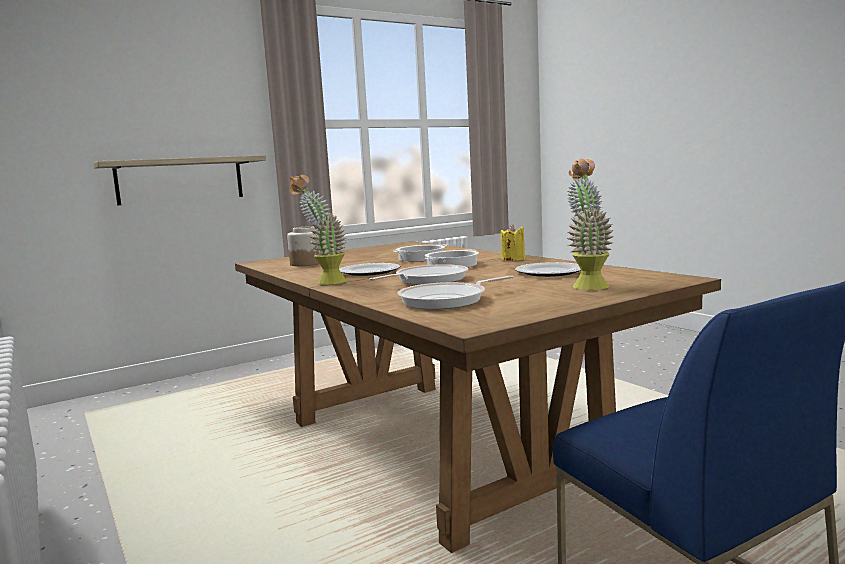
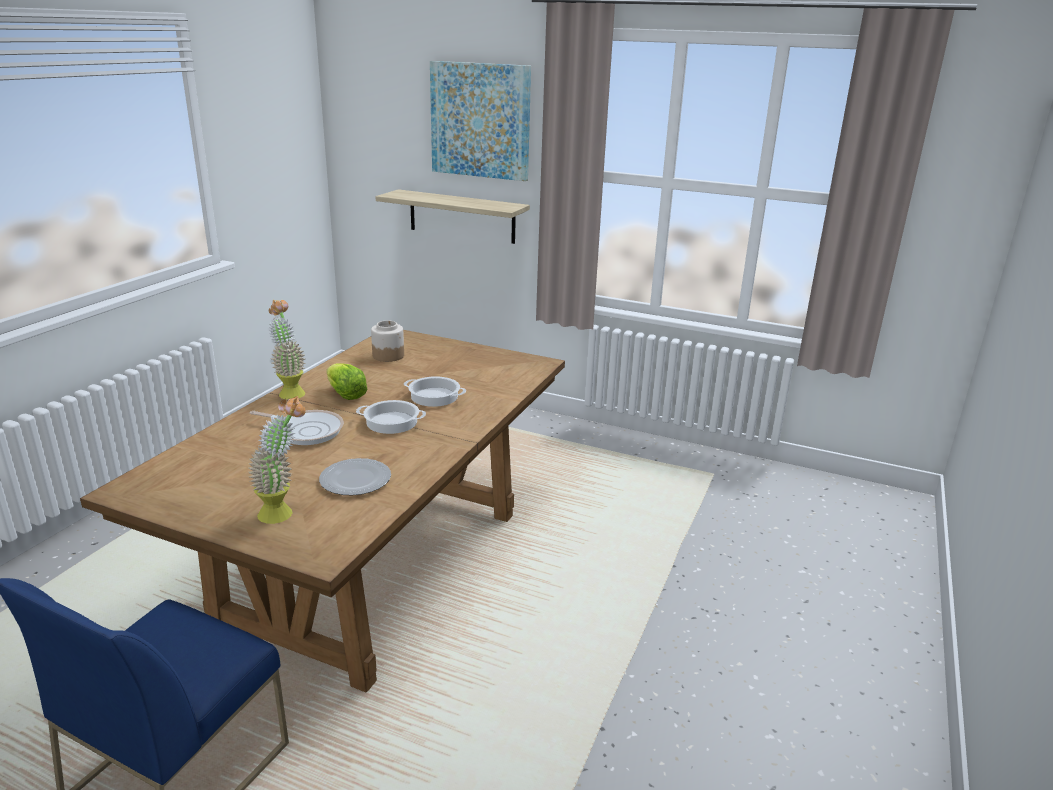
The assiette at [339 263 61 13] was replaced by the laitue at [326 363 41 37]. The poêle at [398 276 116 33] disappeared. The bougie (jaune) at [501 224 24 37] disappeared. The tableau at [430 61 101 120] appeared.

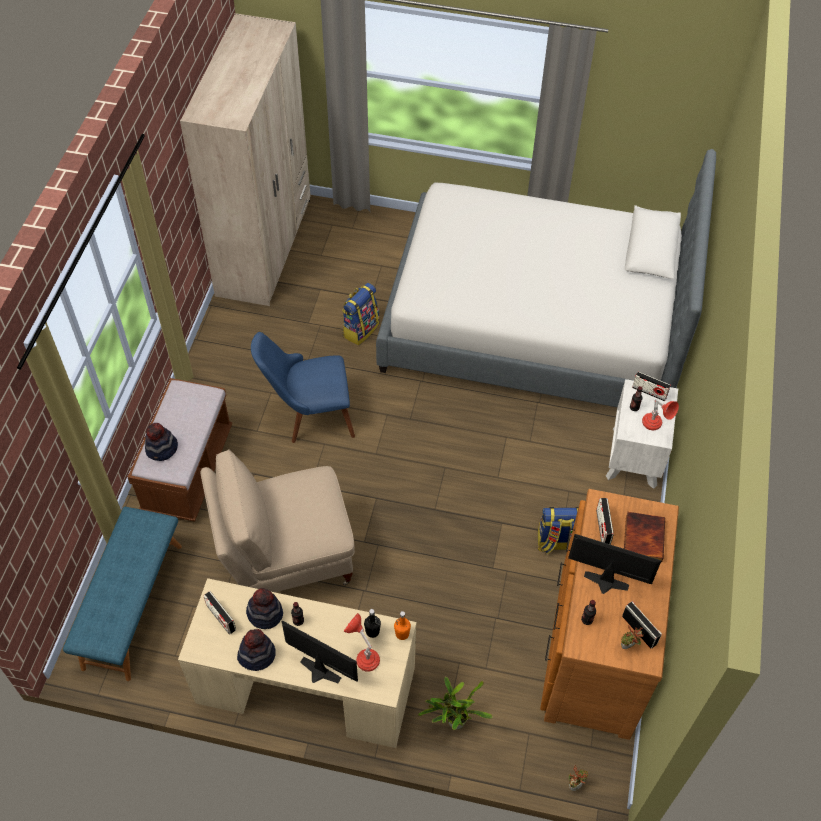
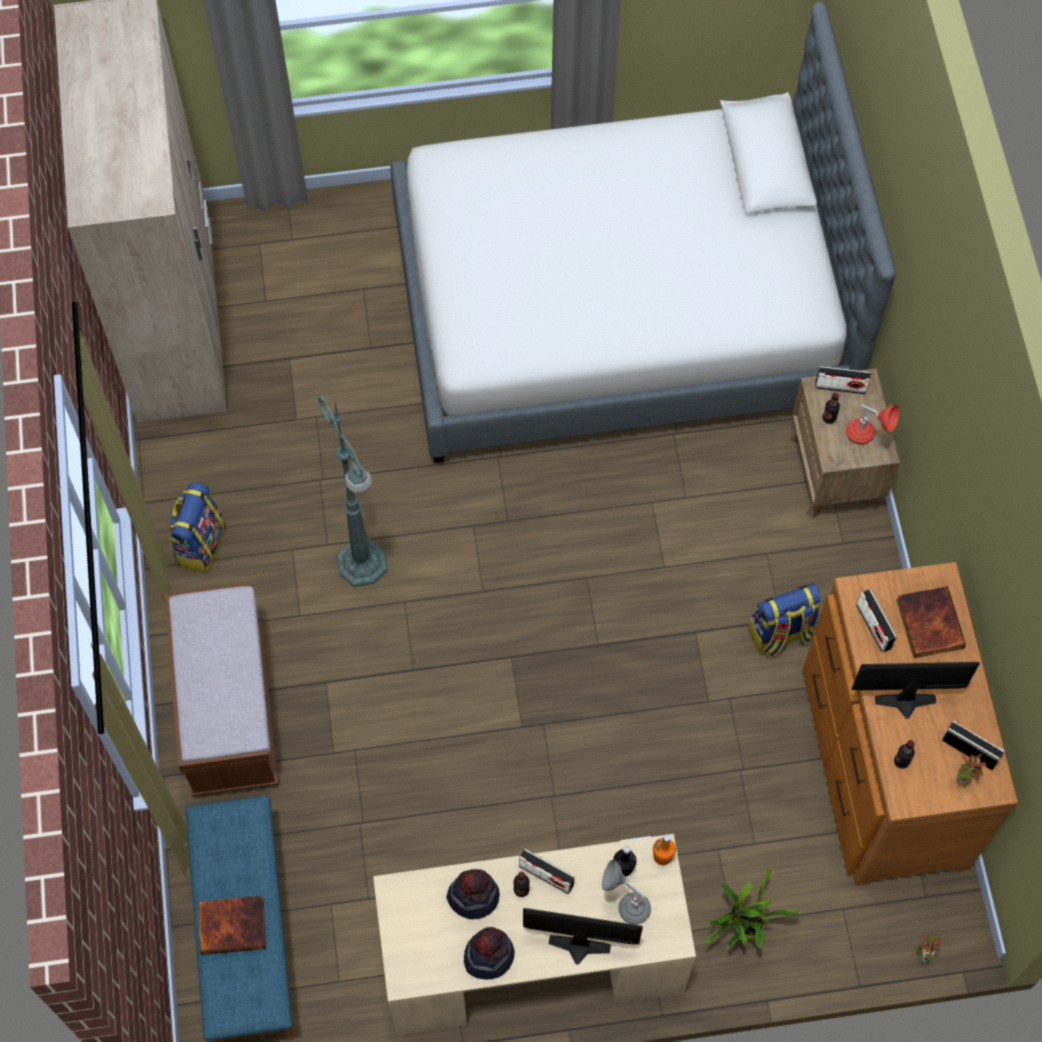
The chapeau at [145 423 33 38] disappeared. The chaise (beige) at [200 449 154 143] disappeared. The radio moved from [203 591 33 44] to [519 849 56 45]. The chaise (bleu) at [251 332 104 111] was replaced by the lampadaire (vert) at [318 396 70 191]. The sac à dos moved from [342 283 37 62] to [170 482 55 91]. The lampe de table (rouge) at [344 613 36 59] became the lampe de table (gris) at [602 860 49 64]. The table de chevet (blanc) at [606 379 72 110] became the table de chevet (marron) at [790 368 110 151]. The livre at [198 896 68 59] appeared.

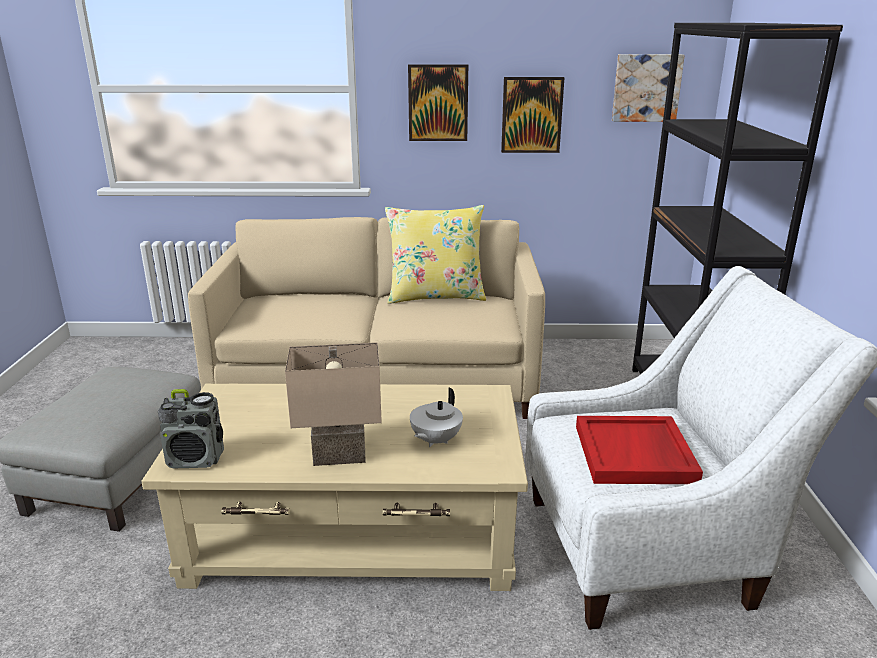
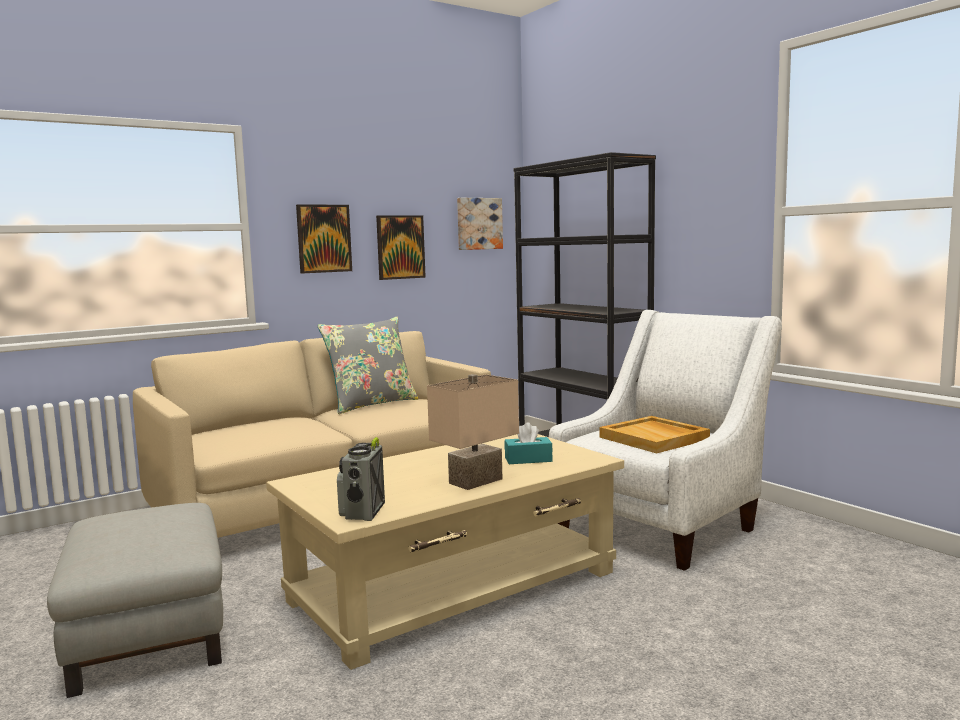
The radio at [158 389 66 79] turned 135 degrees clockwise. The coussin (jaune) at [385 205 101 99] became the coussin (gris) at [317 317 101 97]. The théière (blanc) at [410 387 53 60] was replaced by the boîte à mouchoirs (turquoise) at [505 422 48 42]. The plateau (rouge) at [576 416 127 68] became the plateau (beige) at [599 416 111 37].

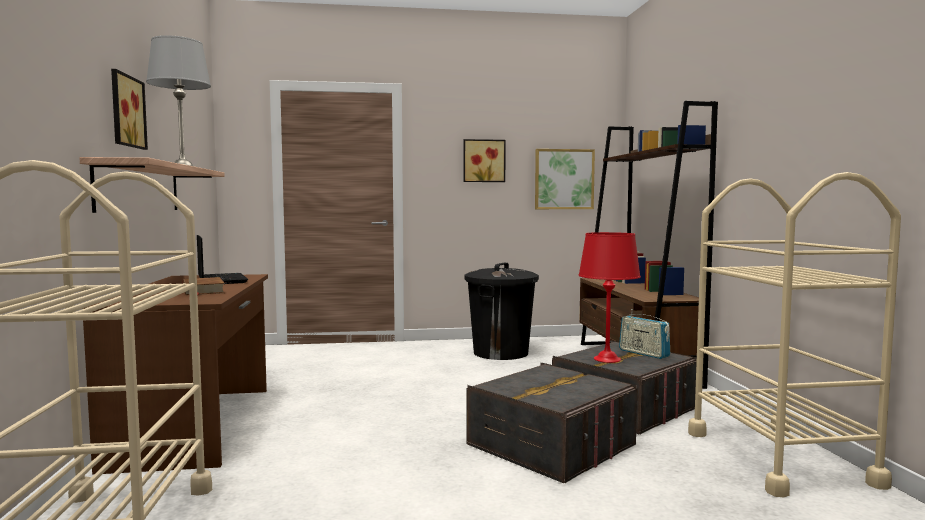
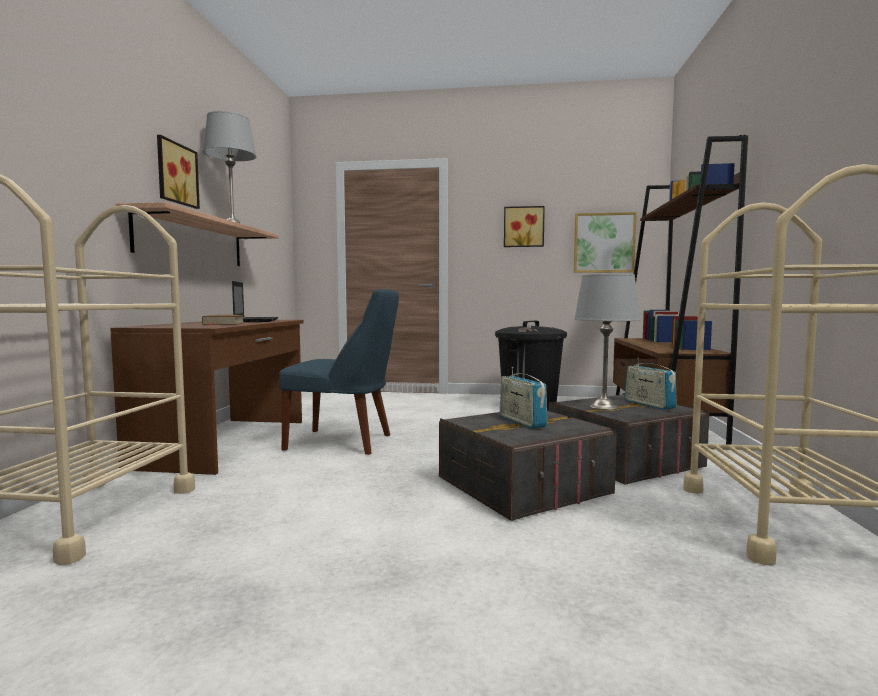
The lampe de table (rouge) at [578 232 63 131] became the lampe de table (gris) at [574 274 67 136]. The chaise (bleu) at [279 289 120 166] appeared. The radio at [500 367 47 62] appeared.

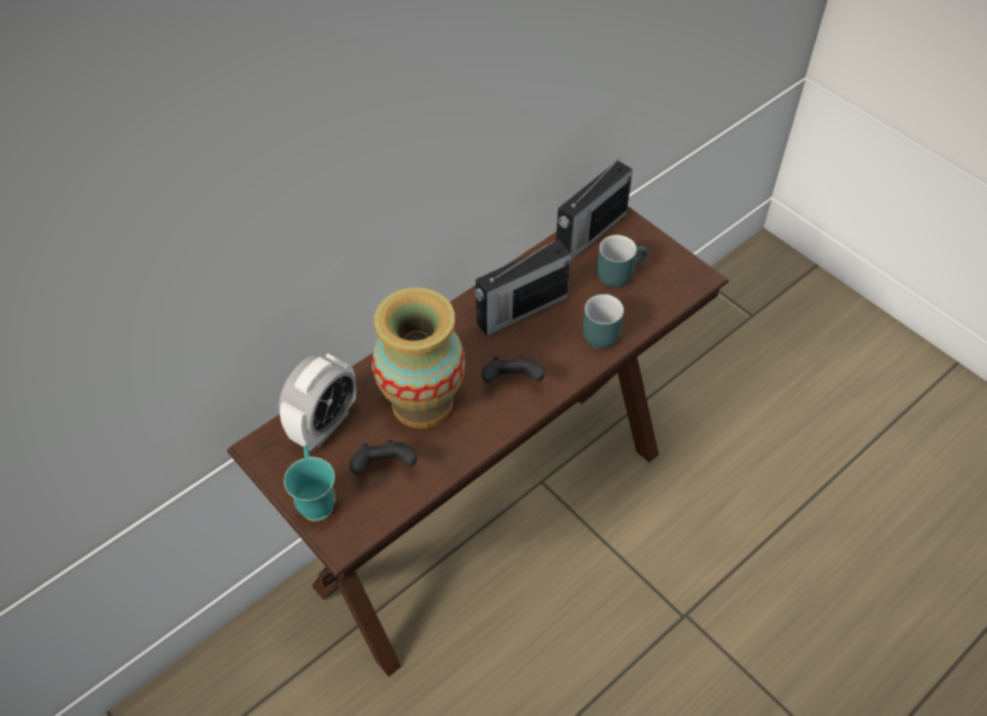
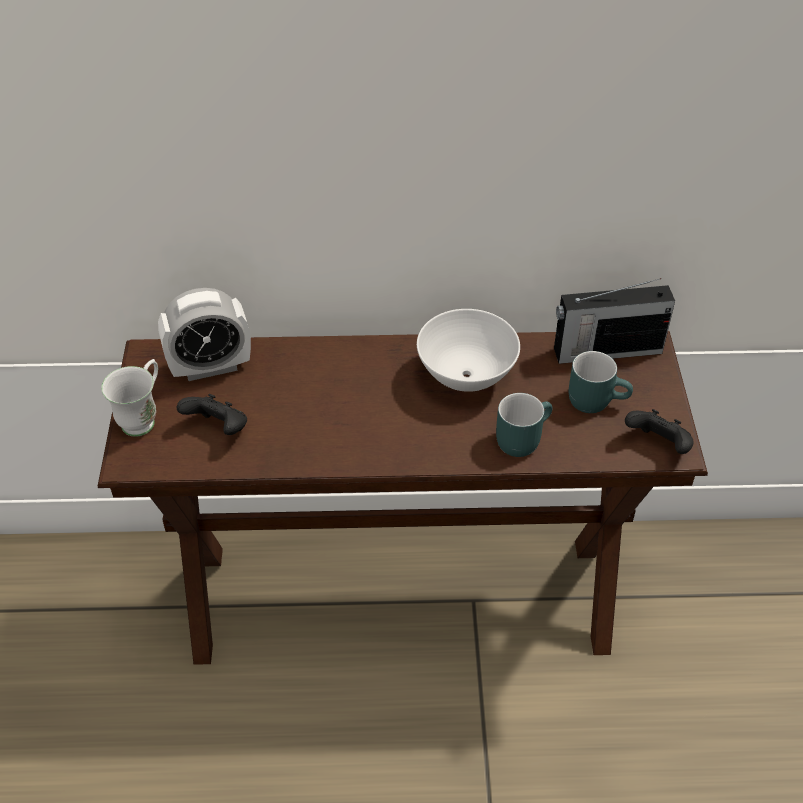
The mug (turquoise) at [284 445 52 77] became the mug (blanc) at [101 359 57 78]. The vase at [372 287 93 142] disappeared. The radio at [474 239 97 97] was replaced by the bol (blanc) at [417 309 103 83]. The manette (noir) moved from [481 356 64 27] to [625 409 69 45].

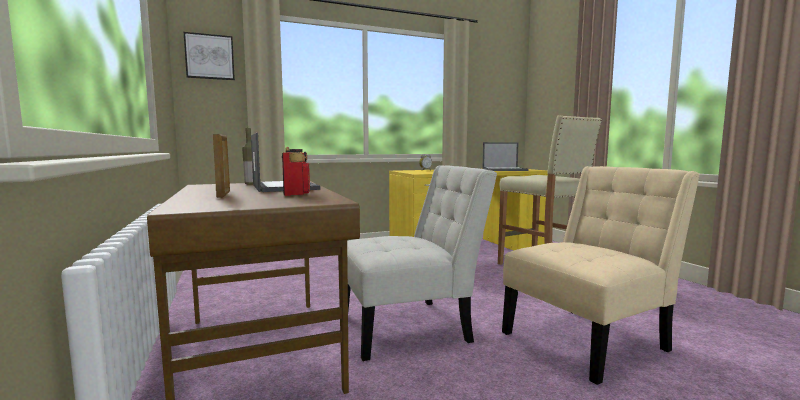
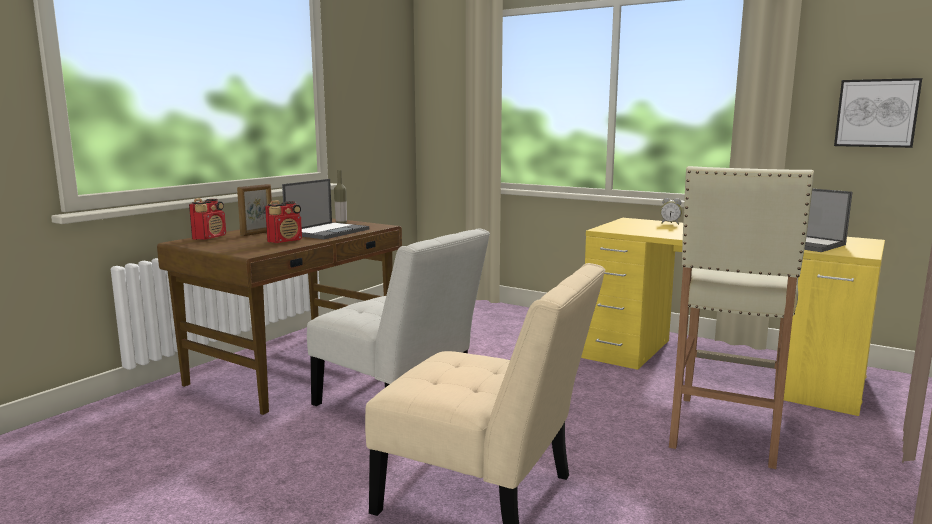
The tableau moved from [184 32 51 48] to [834 78 88 70]. The radio at [189 198 37 42] appeared.

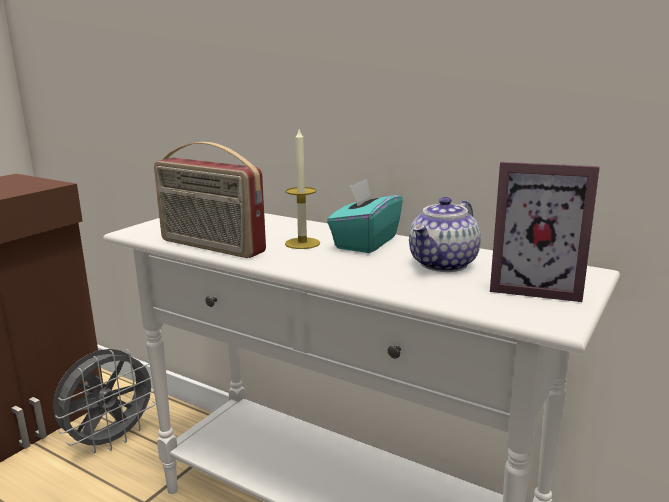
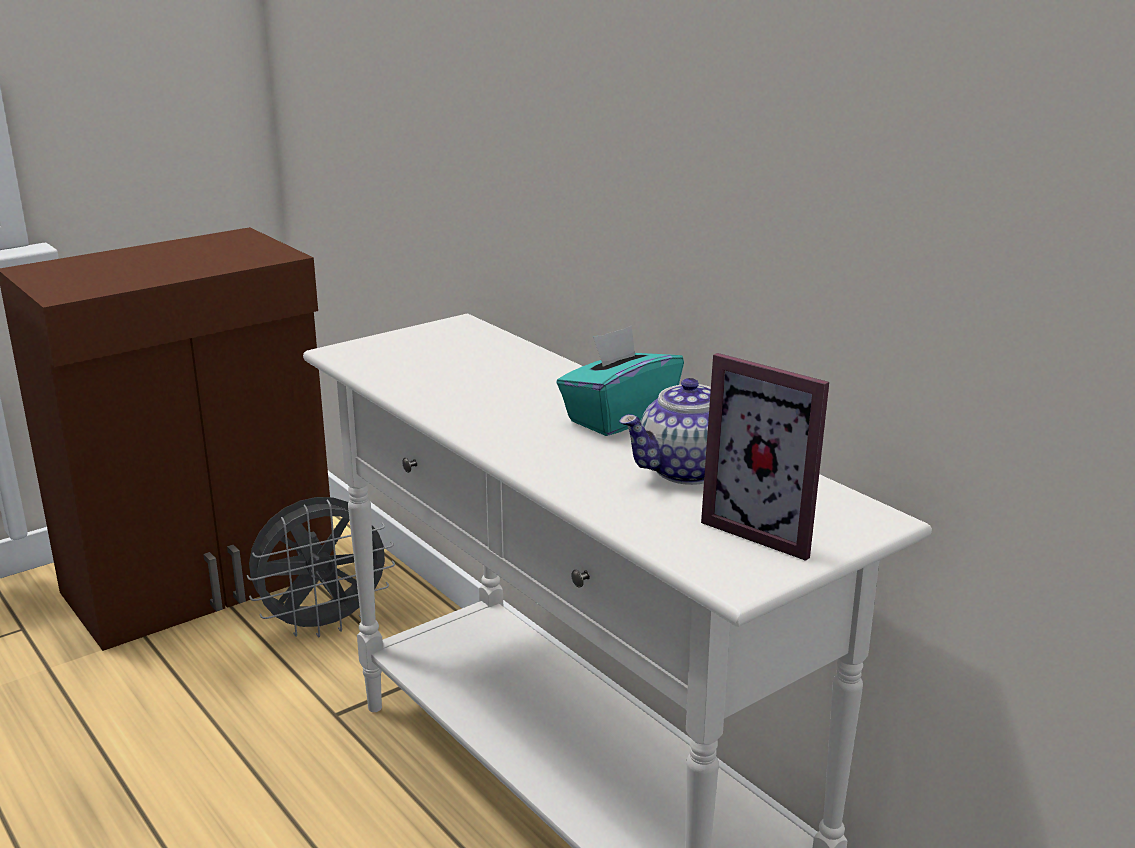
The radio at [154 142 112 116] disappeared. The bougie at [285 129 35 120] disappeared.

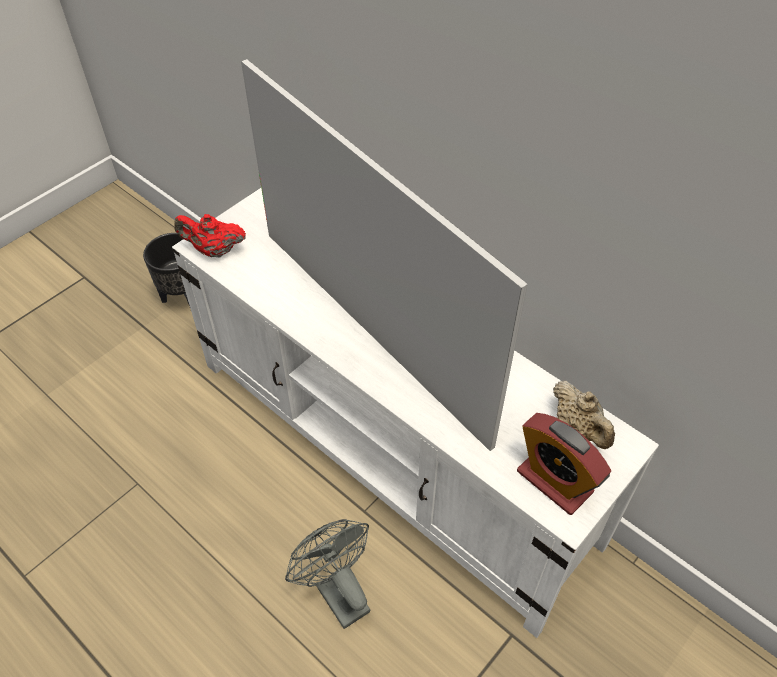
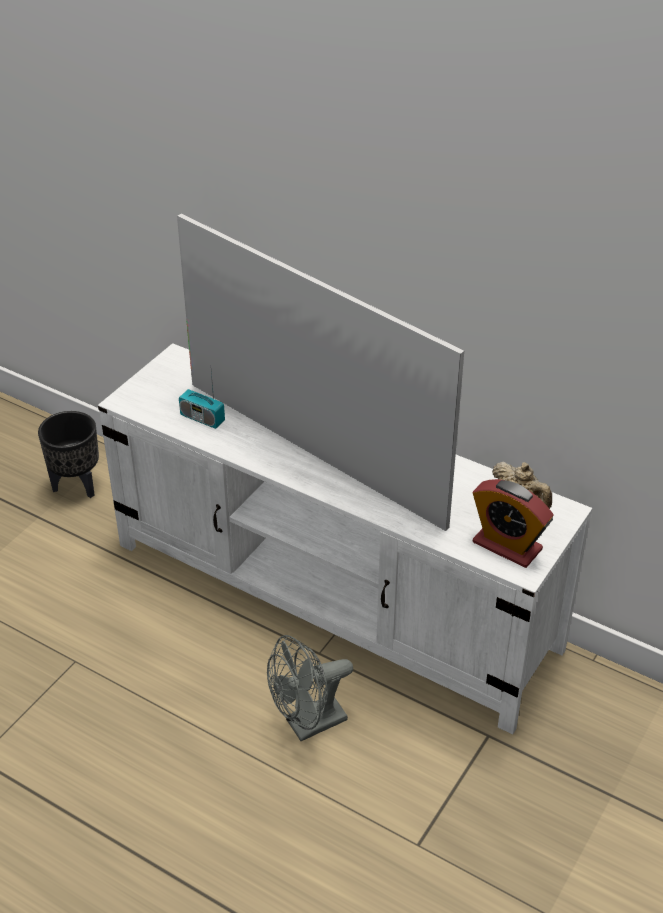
The théière (rouge) at [174 214 72 43] disappeared. The ventilateur (gris) at [285 519 85 110] turned 75 degrees counterclockwise. The radio at [179 372 46 57] appeared.

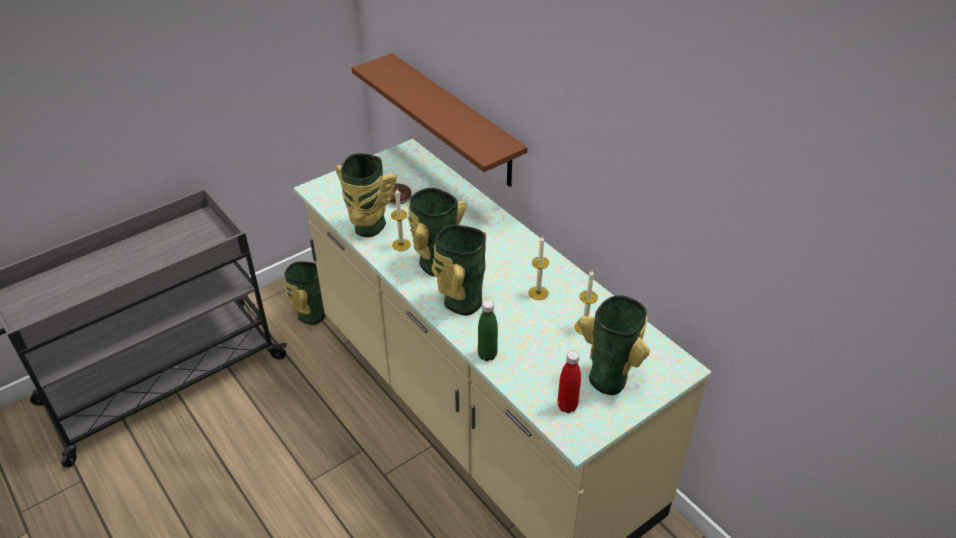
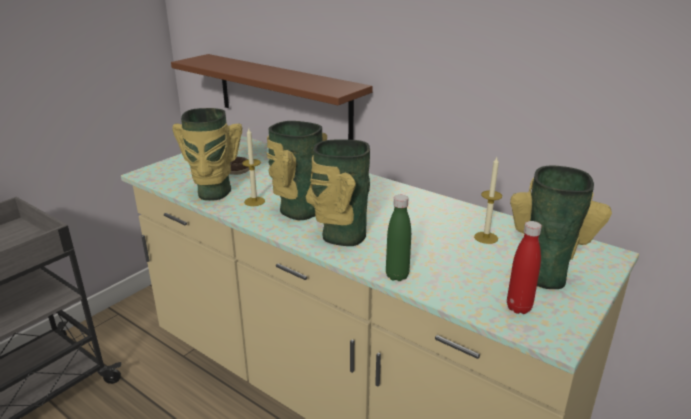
The vase at [284 261 42 64] disappeared. The bougie at [529 236 20 64] disappeared.

